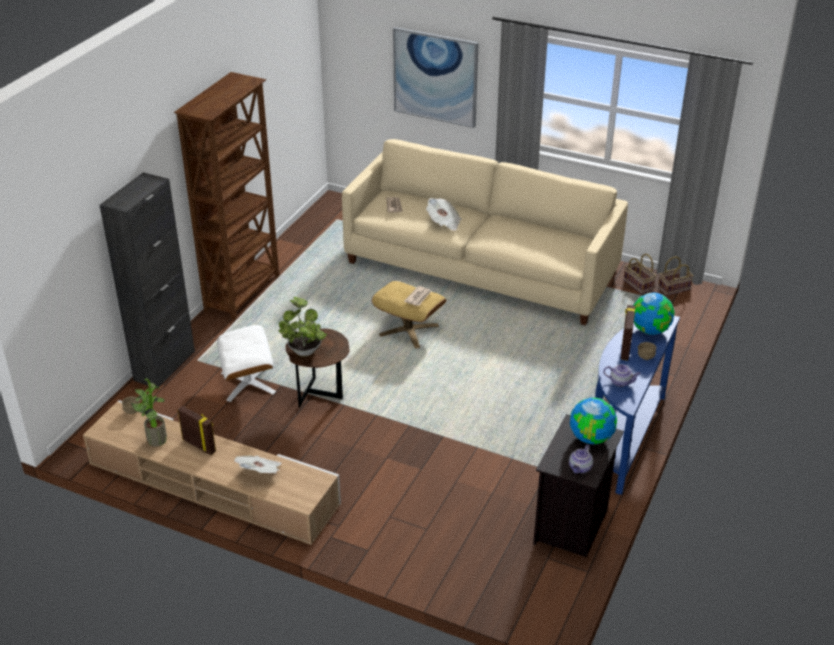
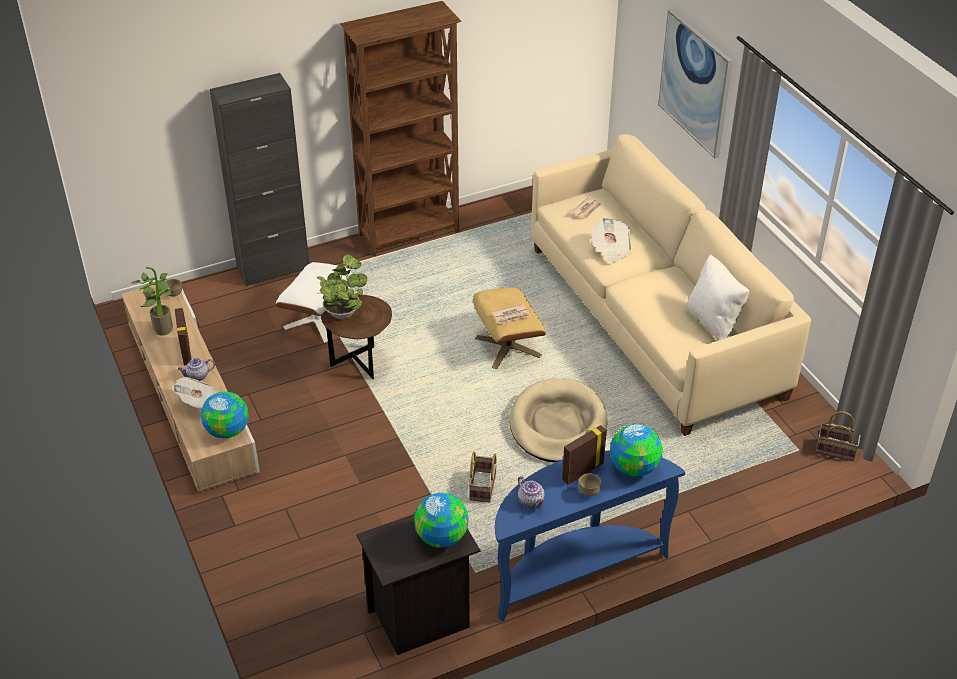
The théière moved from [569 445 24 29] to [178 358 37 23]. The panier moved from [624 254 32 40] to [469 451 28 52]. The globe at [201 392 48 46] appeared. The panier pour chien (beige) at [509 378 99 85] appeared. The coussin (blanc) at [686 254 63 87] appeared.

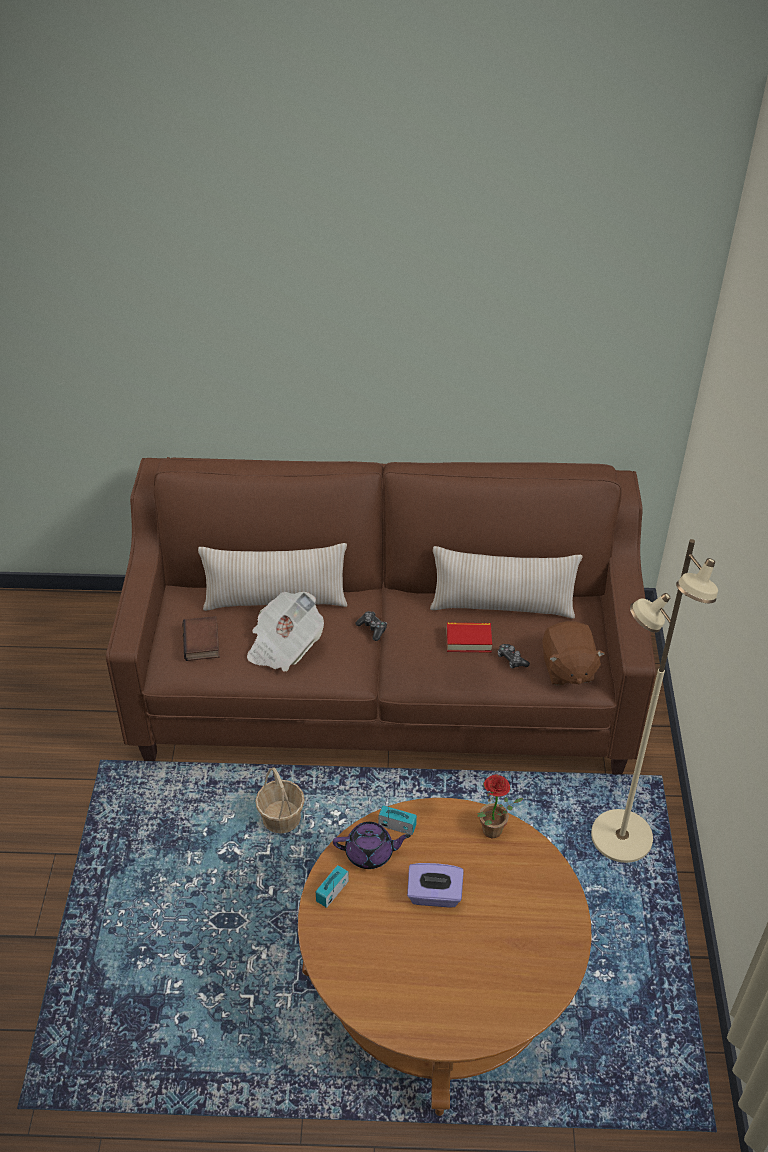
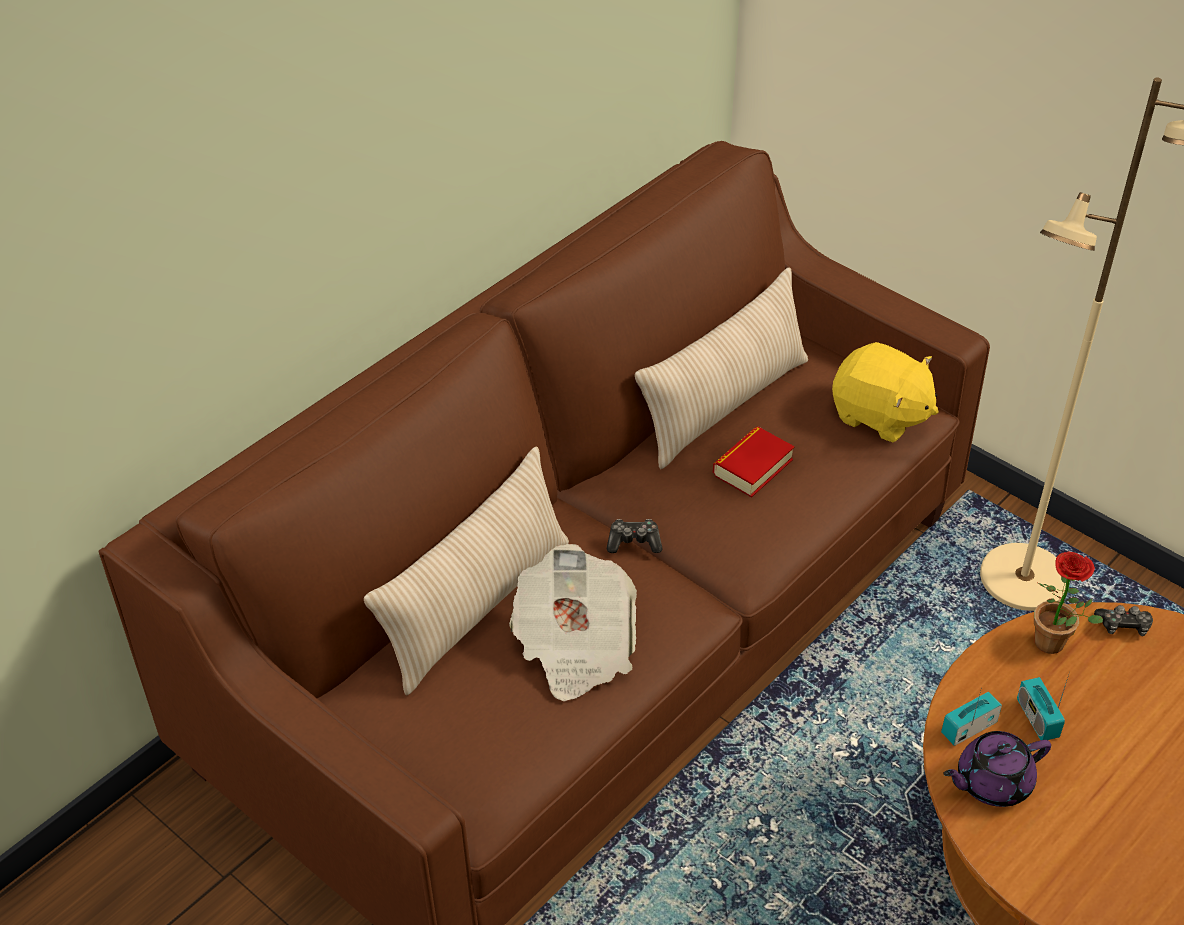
The livre at [182 616 38 45] disappeared. The panier at [255 767 50 67] disappeared. The radio moved from [316 865 33 43] to [1017 672 53 68]. The théière (violet) at [333 822 78 47] turned 150 degrees counterclockwise. The boîte à mouchoirs (violet) at [407 863 57 44] disappeared. The manette moved from [498 644 32 25] to [1094 605 59 31]. The peluche (marron) at [542 621 63 64] became the peluche (jaune) at [832 342 106 100].

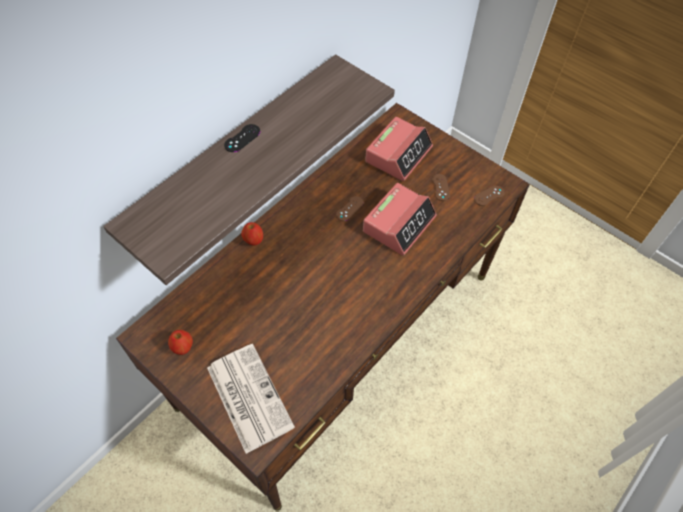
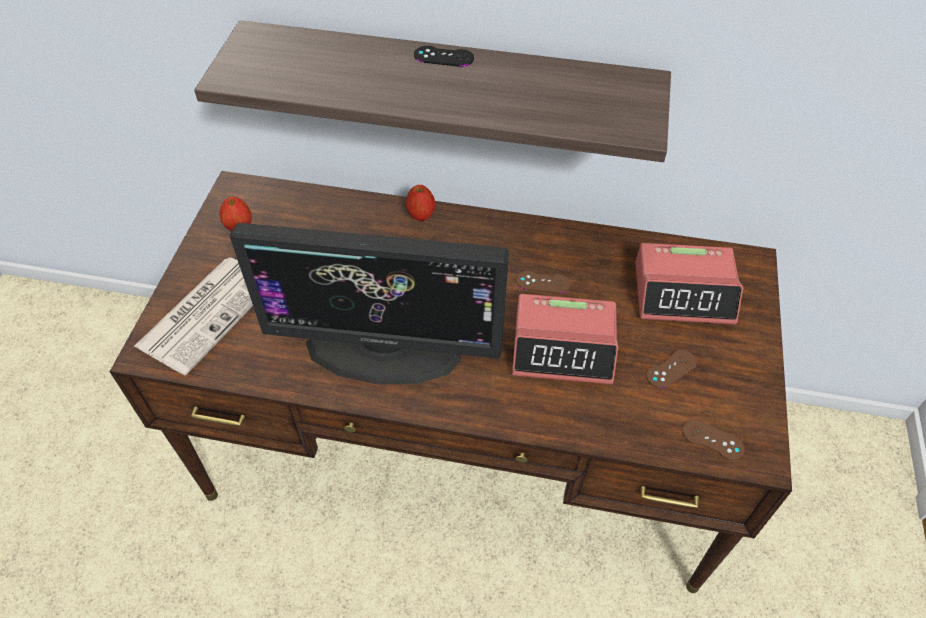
The écran d'ordinateur at [230 223 279 161] appeared.

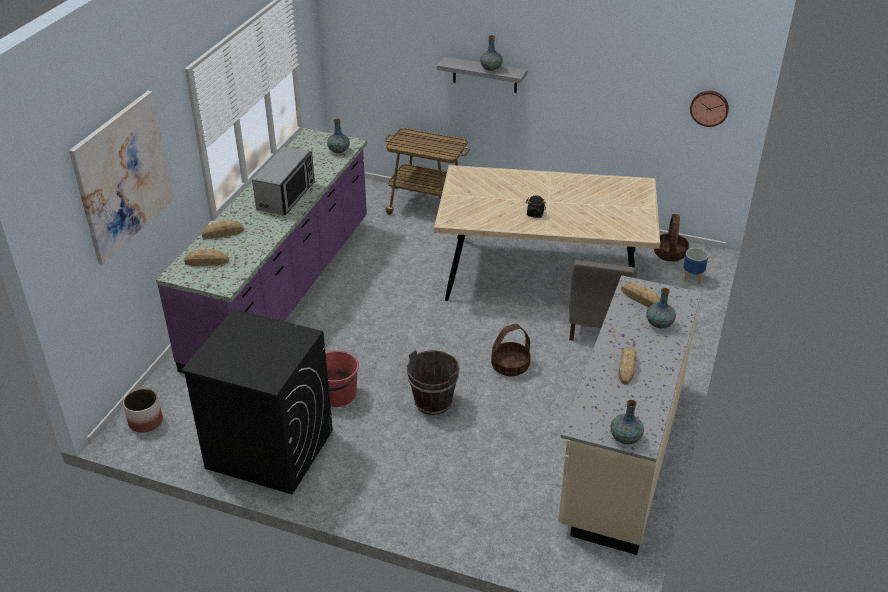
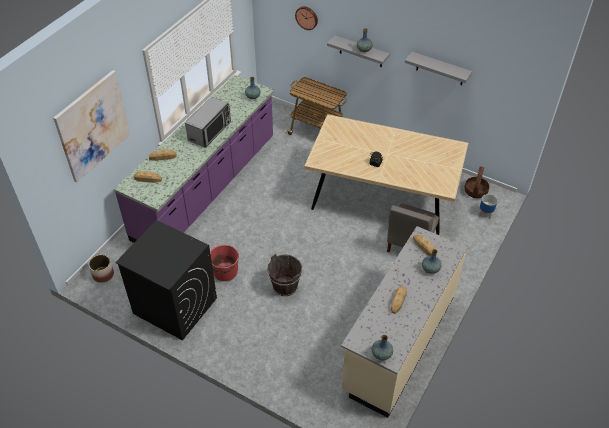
The panier at [491 324 40 52] disappeared. The horloge murale moved from [690 91 39 36] to [295 6 23 24]. The étagère (gris) at [405 52 67 33] appeared.

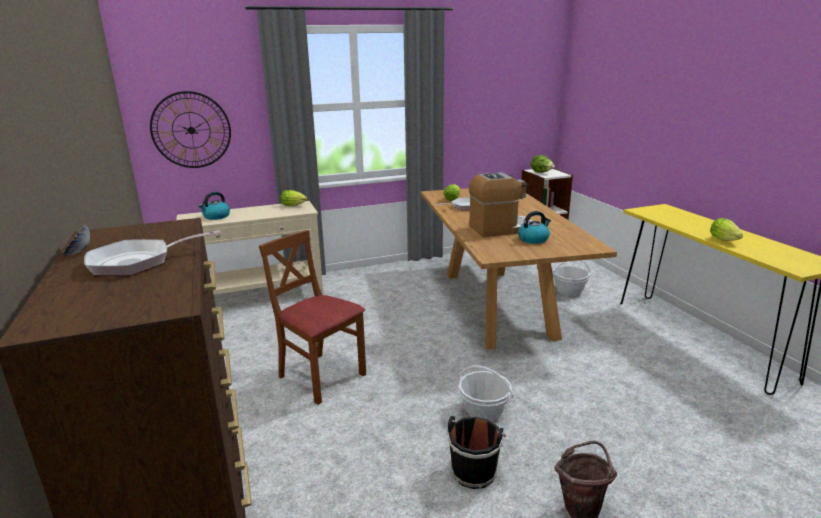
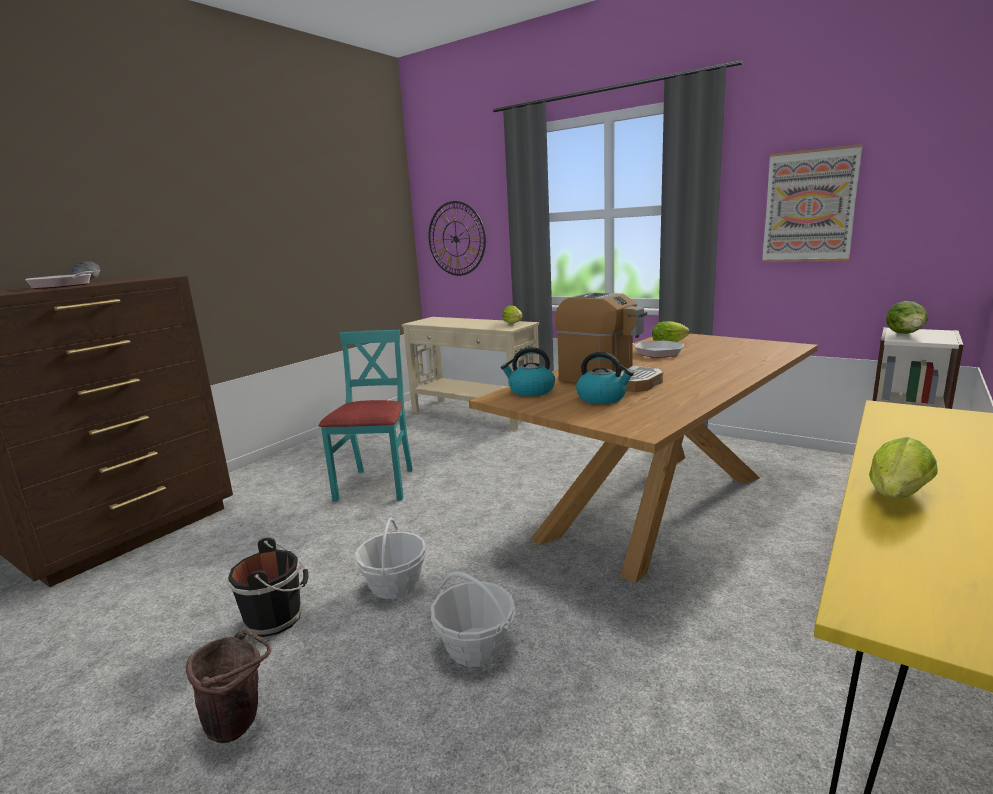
The bouilloire moved from [199 192 31 28] to [501 347 54 49]. The chaise (marron) at [259 230 107 175] became the chaise (turquoise) at [319 330 94 172]. The panier moved from [552 260 39 36] to [431 572 85 94]. The tableau at [762 144 100 118] appeared.

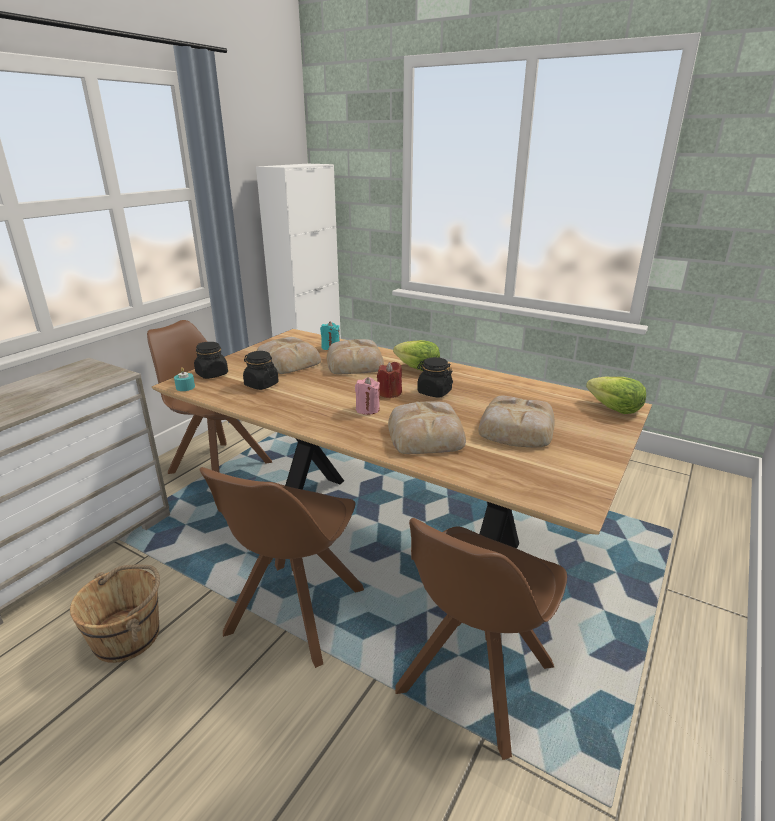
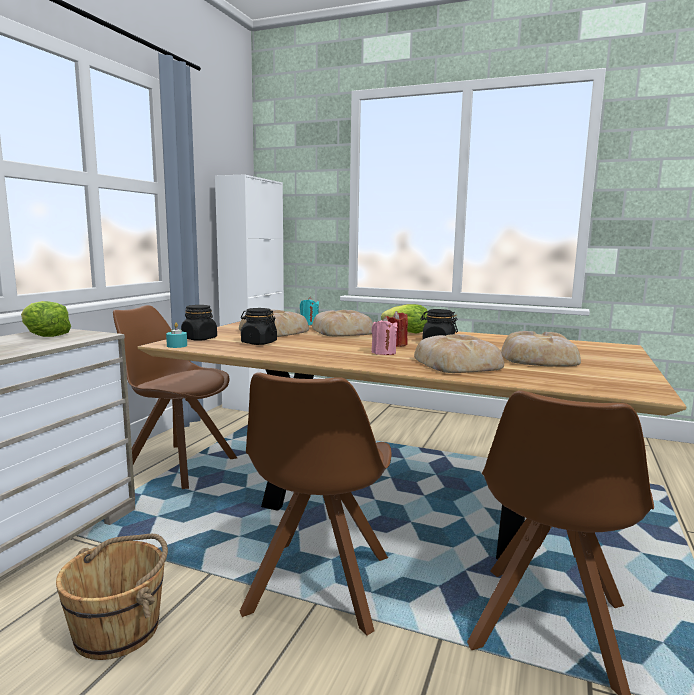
The laitue moved from [586 377 60 37] to [21 301 50 36].

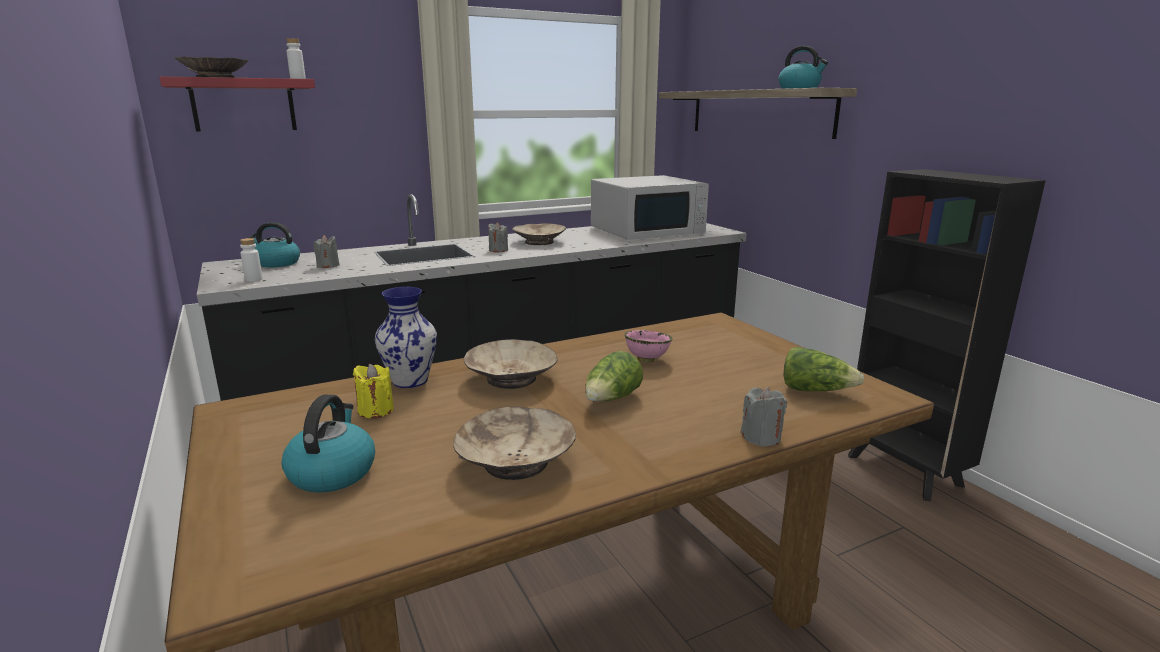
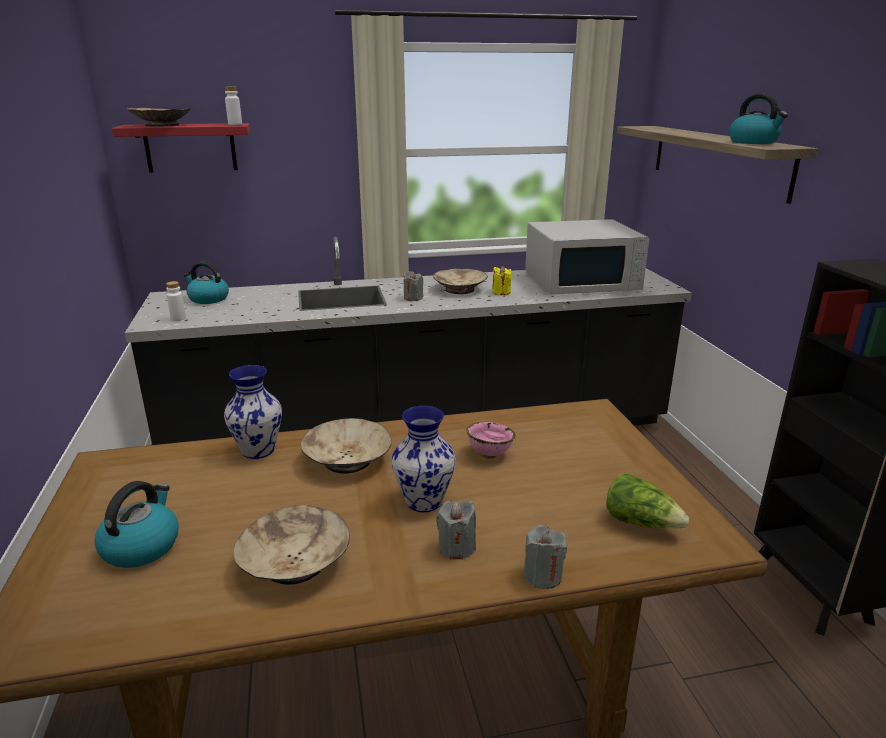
The bougie (gris) moved from [314 235 26 33] to [436 500 40 60]. The bougie (jaune) moved from [353 364 41 54] to [492 266 19 29]. The laitue at [585 351 58 51] was replaced by the vase at [392 406 64 106].

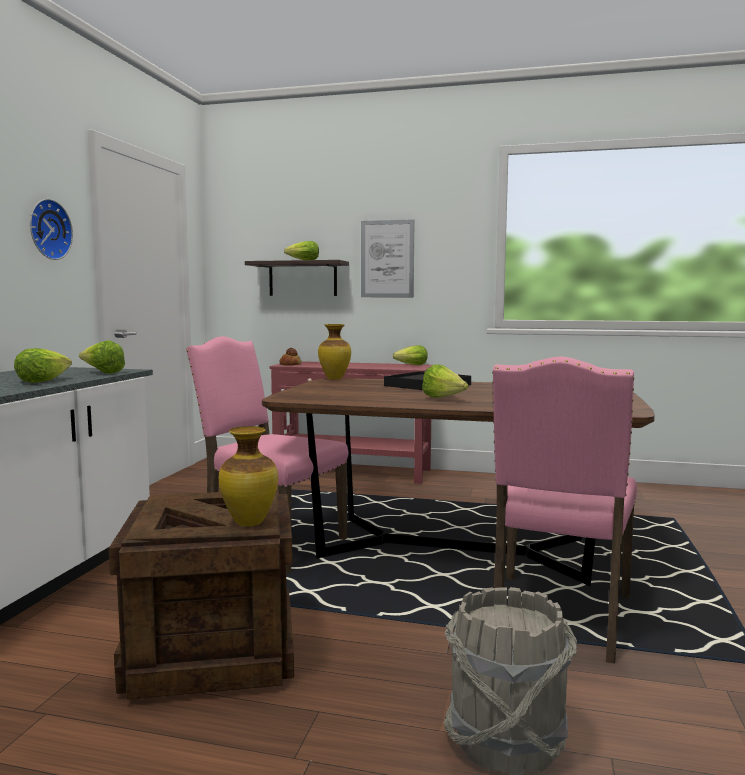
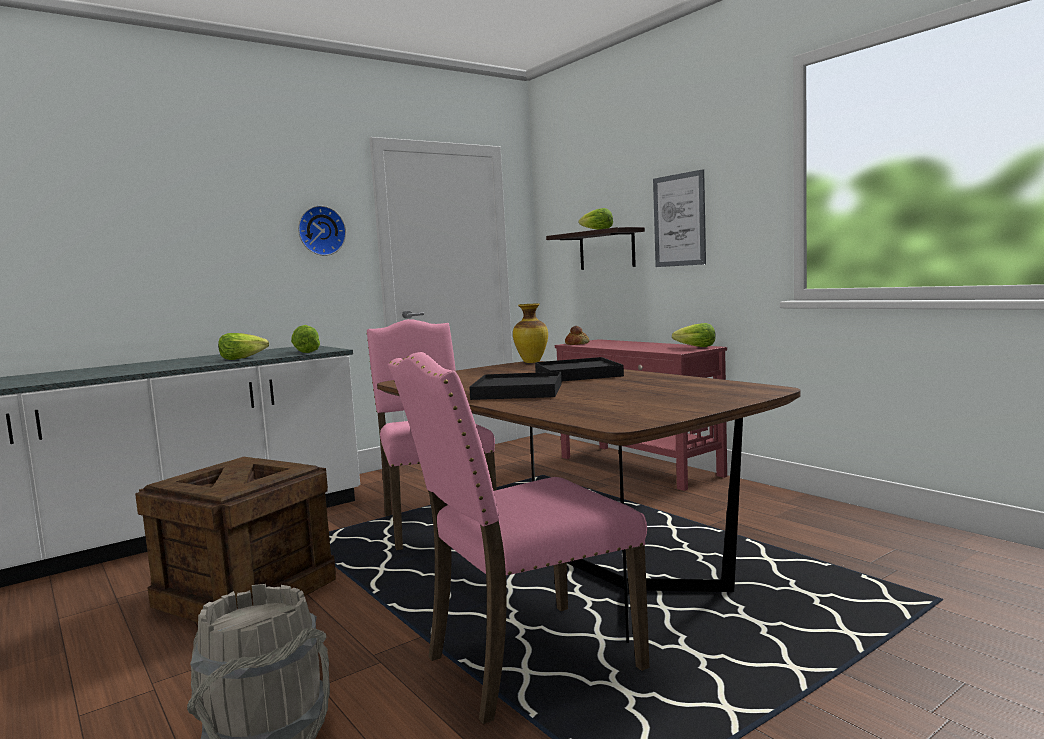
The vase at [219 426 59 100] disappeared. The laitue at [422 364 47 34] was replaced by the plateau (noir) at [469 372 93 28].

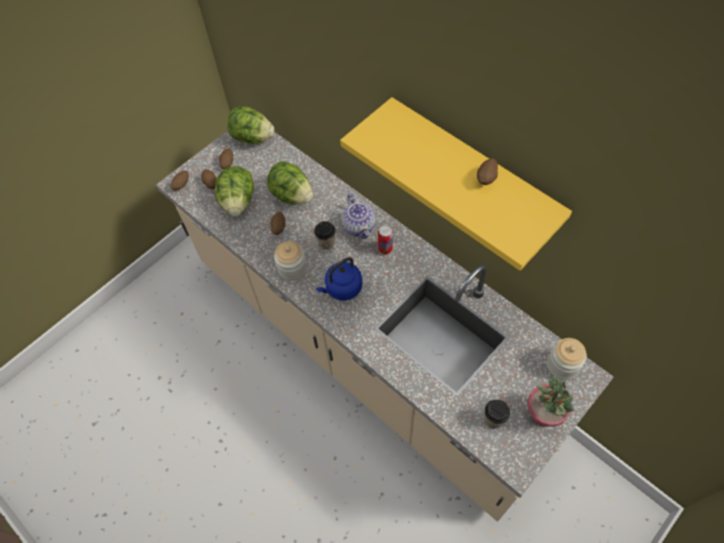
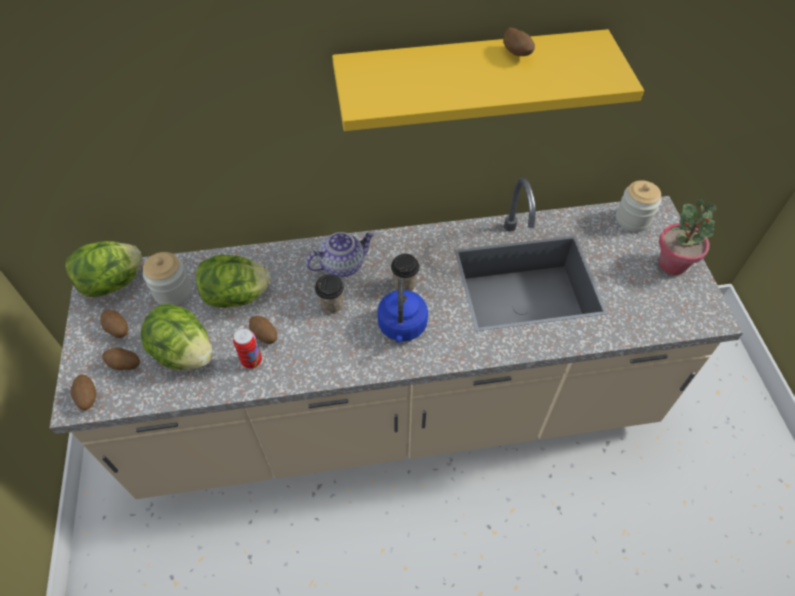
The bocal moved from [274 241 33 40] to [143 252 49 53]. The théière at [342 194 34 45] turned 45 degrees counterclockwise. The boîte métallique moved from [378 225 15 29] to [233 328 29 41]. The tasse moved from [484 399 26 30] to [391 254 29 37].

